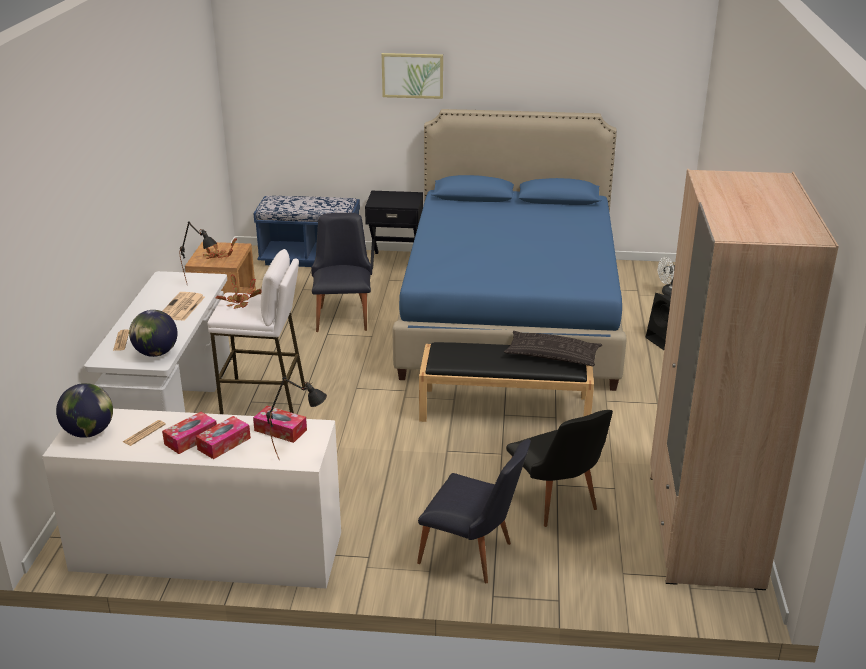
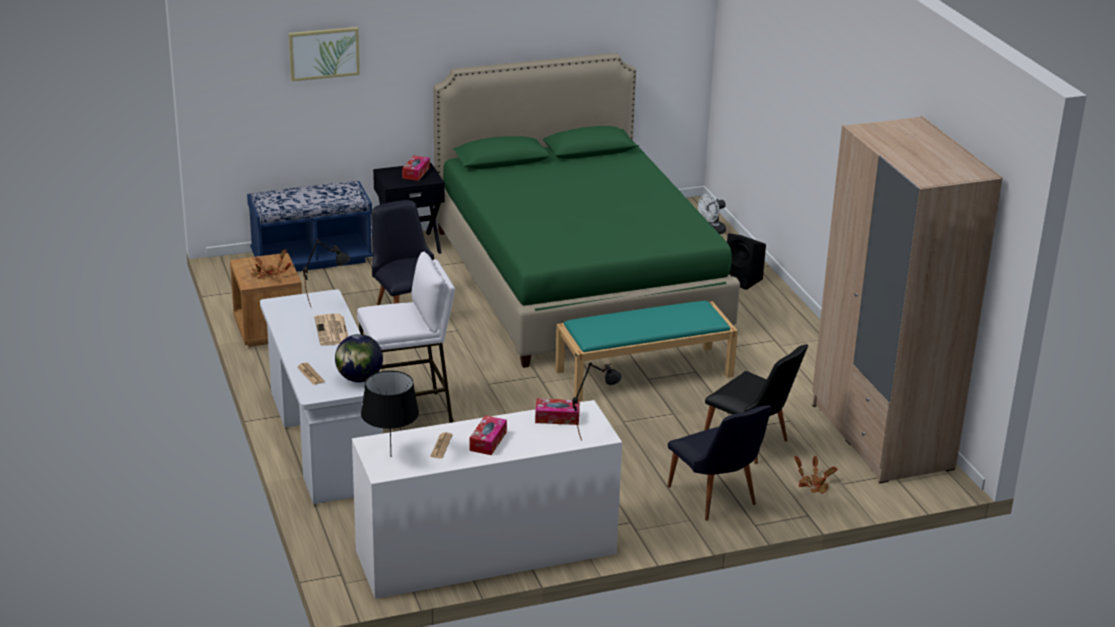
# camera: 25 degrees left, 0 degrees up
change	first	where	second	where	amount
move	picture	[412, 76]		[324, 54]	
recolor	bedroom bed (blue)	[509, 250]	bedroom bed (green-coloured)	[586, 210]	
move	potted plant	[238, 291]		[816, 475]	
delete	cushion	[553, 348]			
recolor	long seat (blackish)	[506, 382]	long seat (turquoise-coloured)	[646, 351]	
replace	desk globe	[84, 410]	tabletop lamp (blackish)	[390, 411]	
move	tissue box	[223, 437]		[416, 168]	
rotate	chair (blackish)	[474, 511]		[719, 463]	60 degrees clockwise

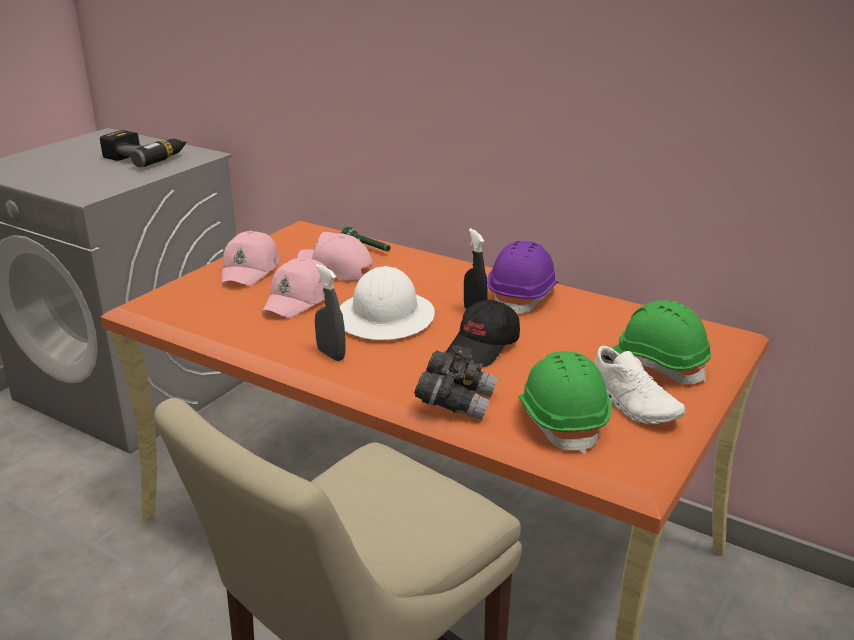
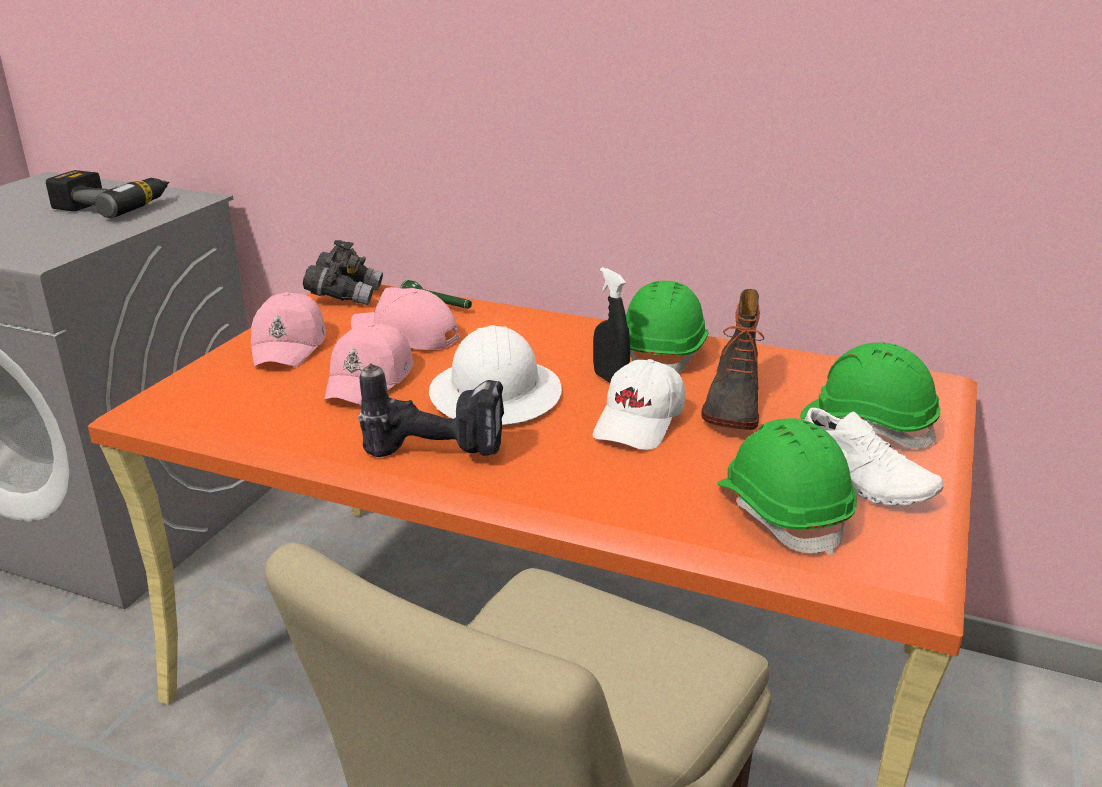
# camera: 10 degrees left, 0 degrees up
change	first	where	second	where	amount
recolor	work helmet (purplish)	[523, 277]	work helmet (green-coloured)	[667, 327]	
replace	spray bottle (gray)	[330, 312]	power drill	[431, 410]	
recolor	cap (blackish)	[483, 333]	cap (white)	[639, 404]	
move	binoculars (gray)	[456, 383]		[342, 272]	
insert			tall boot	[732, 359]	

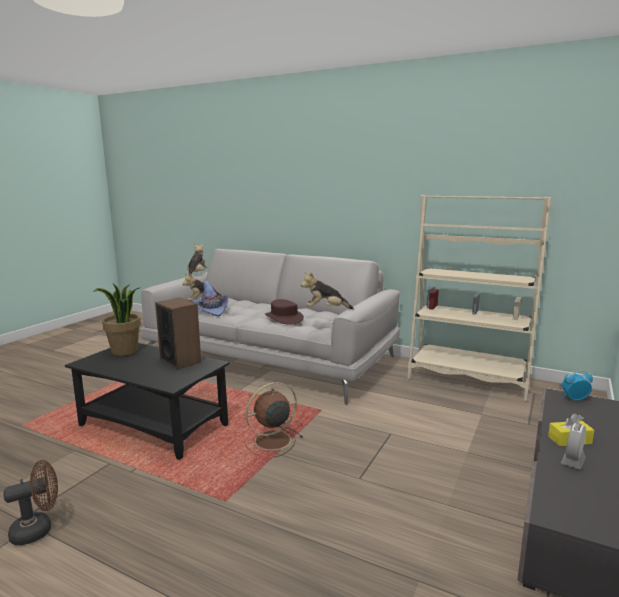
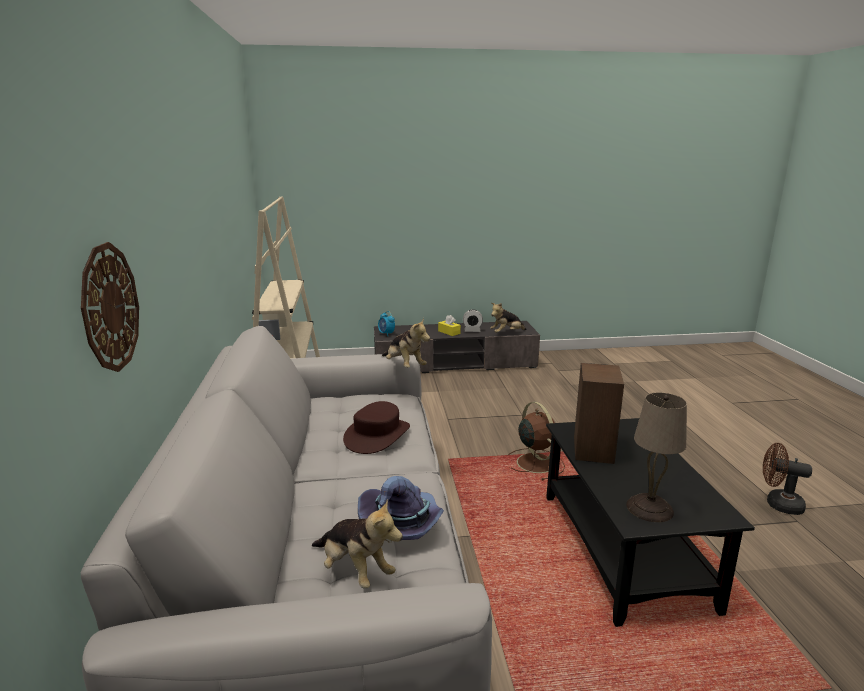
# camera: 125 degrees left, 5 degrees up
change	first	where	second	where	amount
move	soft toy	[197, 259]		[508, 318]	
replace	potted plant	[117, 320]	tabletop lamp (beige)	[656, 457]	
rotate	fan (brown-coloured)	[274, 419]		[536, 441]	135 degrees counterclockwise
insert			clock on the wall	[110, 307]	

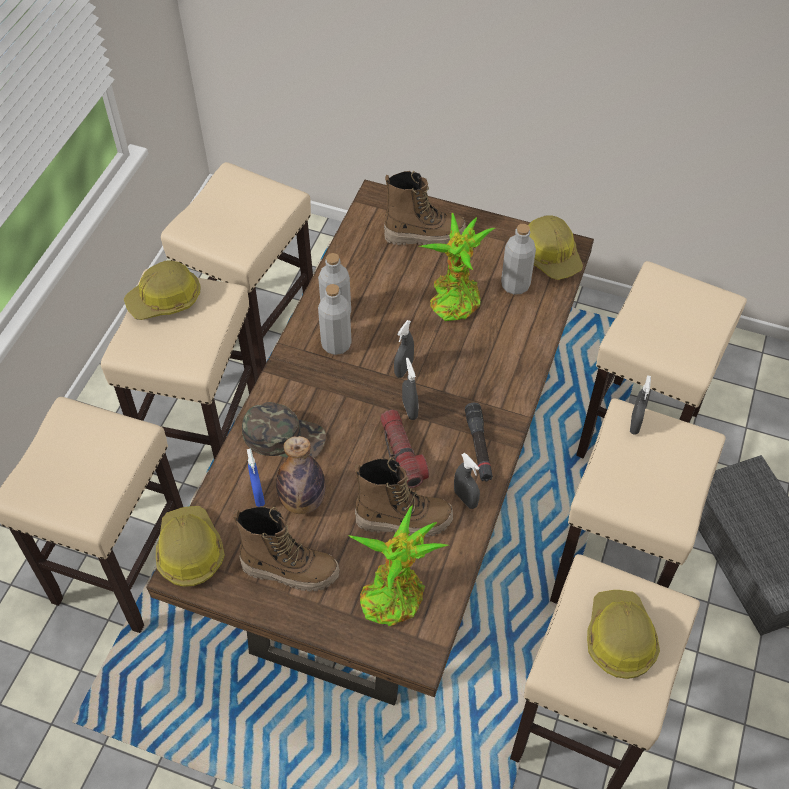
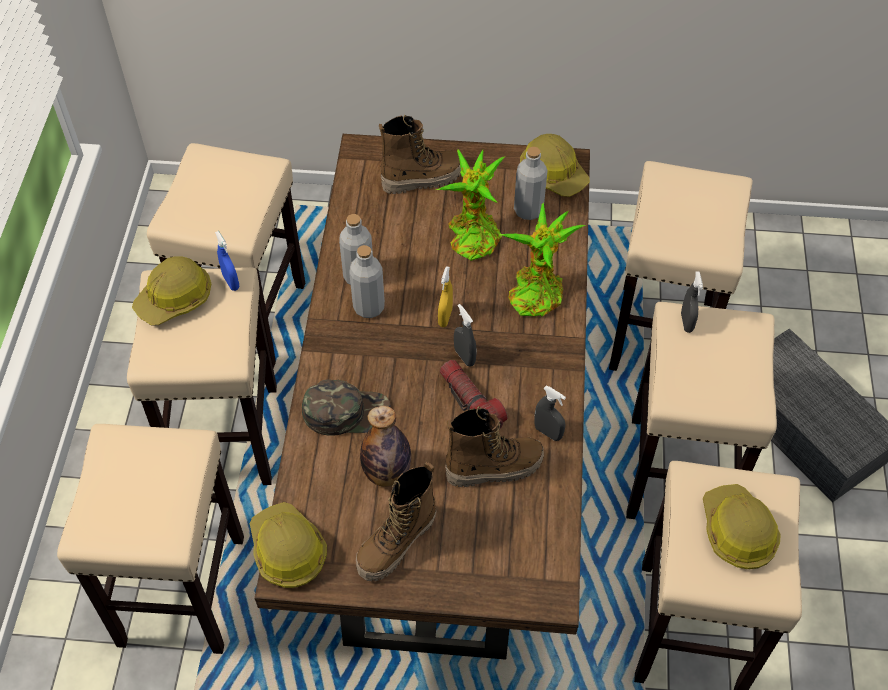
# camera: 15 degrees left, 0 degrees up
change	first	where	second	where	amount
recolor	spray bottle (gray)	[404, 349]	spray bottle (yellowish)	[445, 296]	
delete	hand torch (blackish)	[479, 442]			
move	spray bottle (blue)	[256, 477]		[227, 261]	
move	potted plant	[398, 565]		[542, 260]	
rotate	tall boot	[286, 548]		[396, 521]	135 degrees clockwise

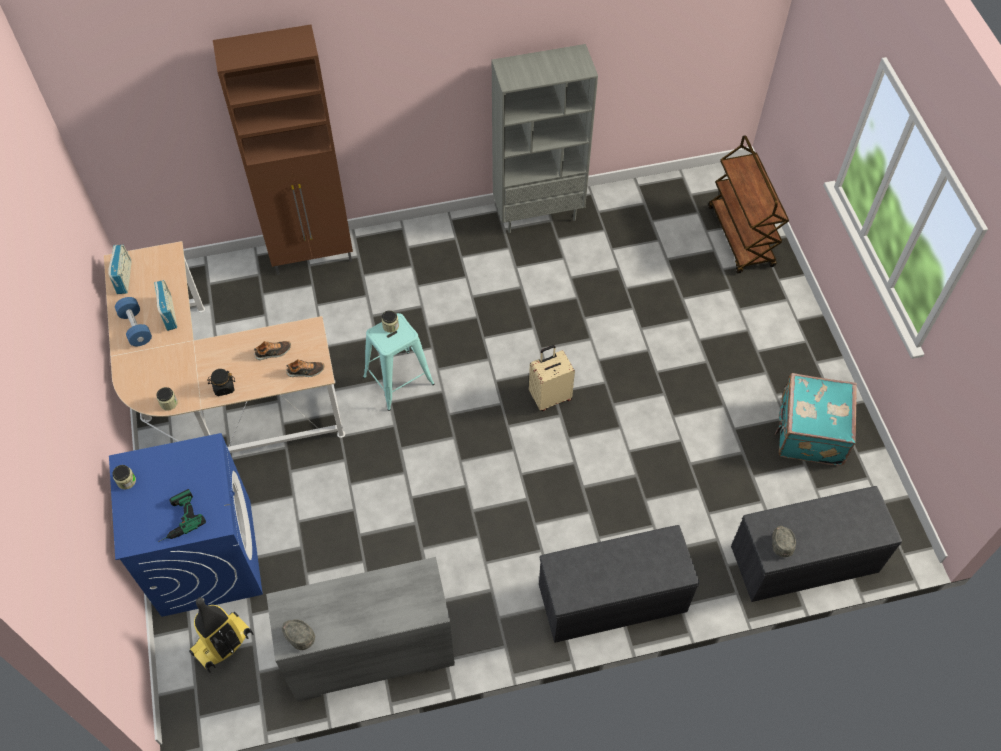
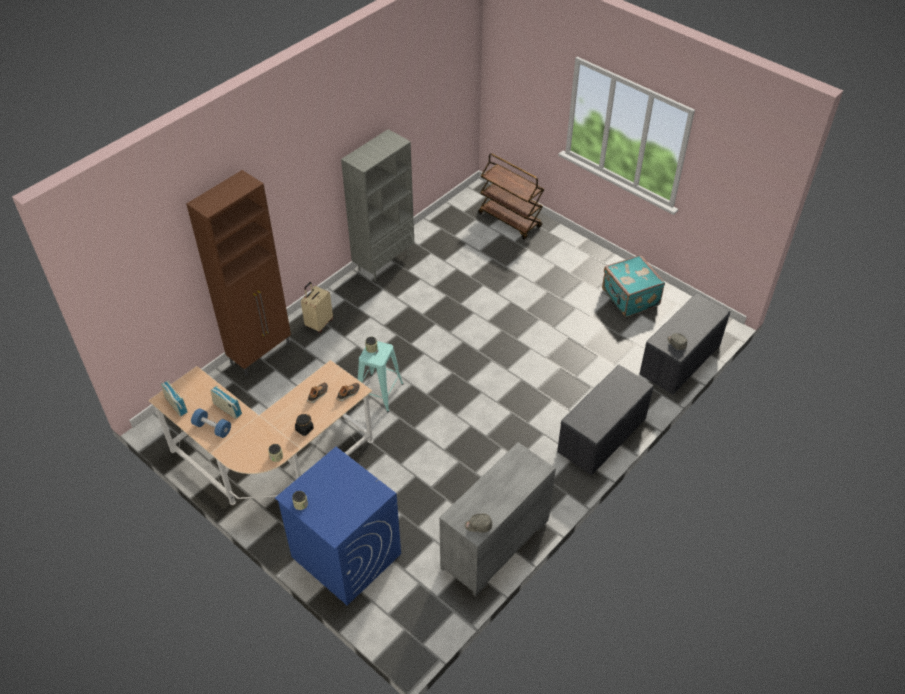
# camera: 35 degrees left, 10 degrees down
change	first	where	second	where	amount
move	suitcase (beige)	[552, 378]		[317, 307]	
delete	power drill	[182, 515]			
delete	vacuum	[221, 634]			

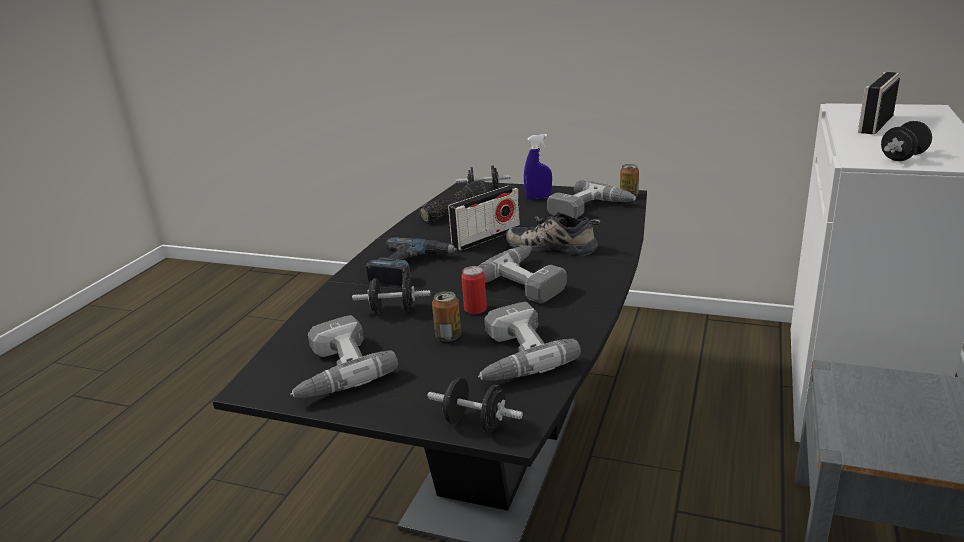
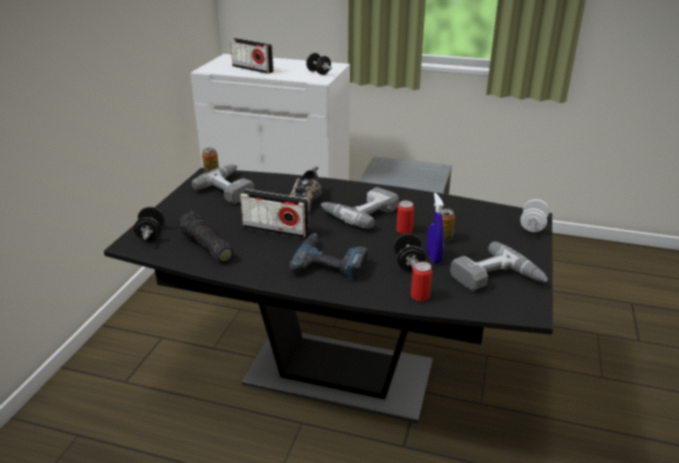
# camera: 95 degrees left, 5 degrees up
change	first	where	second	where	amount
move	spray bottle (blue)	[538, 167]		[435, 228]	
rotate	radio set	[484, 218]		[274, 213]	150 degrees clockwise
delete	power drill	[529, 341]			
recolor	hand weight (blackish)	[475, 405]	hand weight (white)	[534, 215]	
insert			can	[421, 281]	

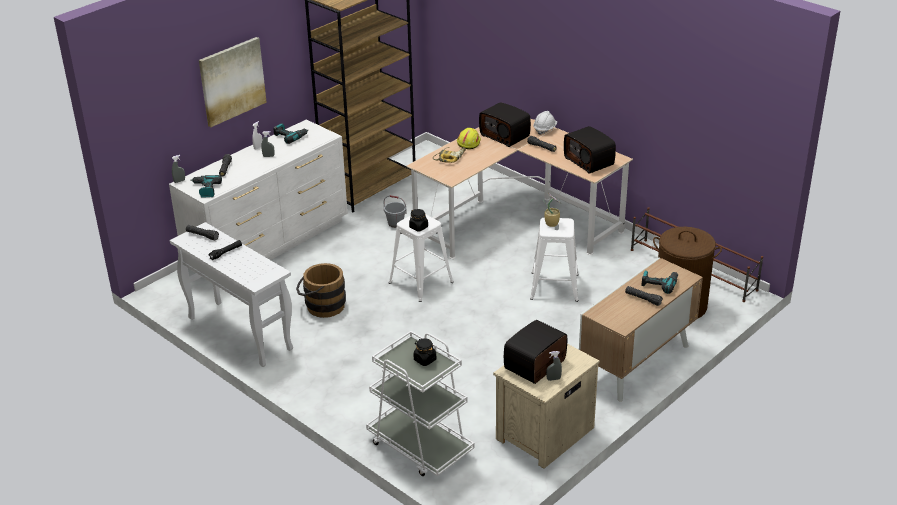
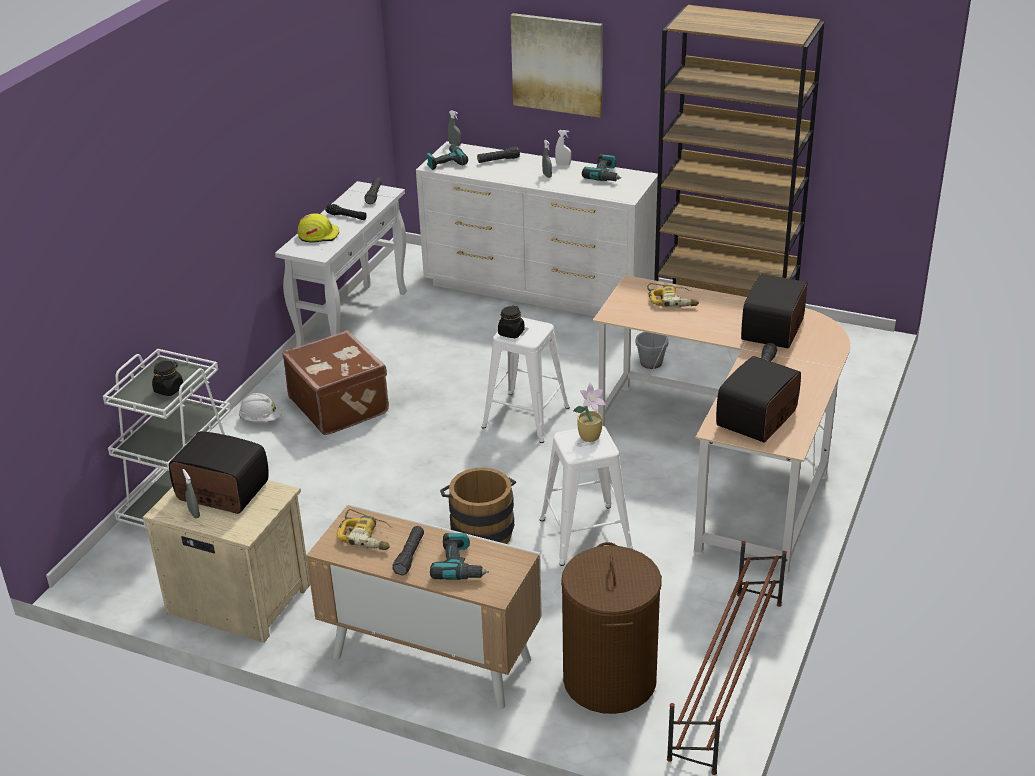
# camera: 70 degrees right, 0 degrees up
change	first	where	second	where	amount
move	work helmet (white)	[545, 123]		[260, 407]	
move	work helmet (yellowish)	[469, 138]		[318, 228]	
move	pail (brown-coloured)	[321, 290]		[478, 505]	
insert			suitcase (brown-coloured)	[335, 382]	
insert			power drill	[364, 529]	

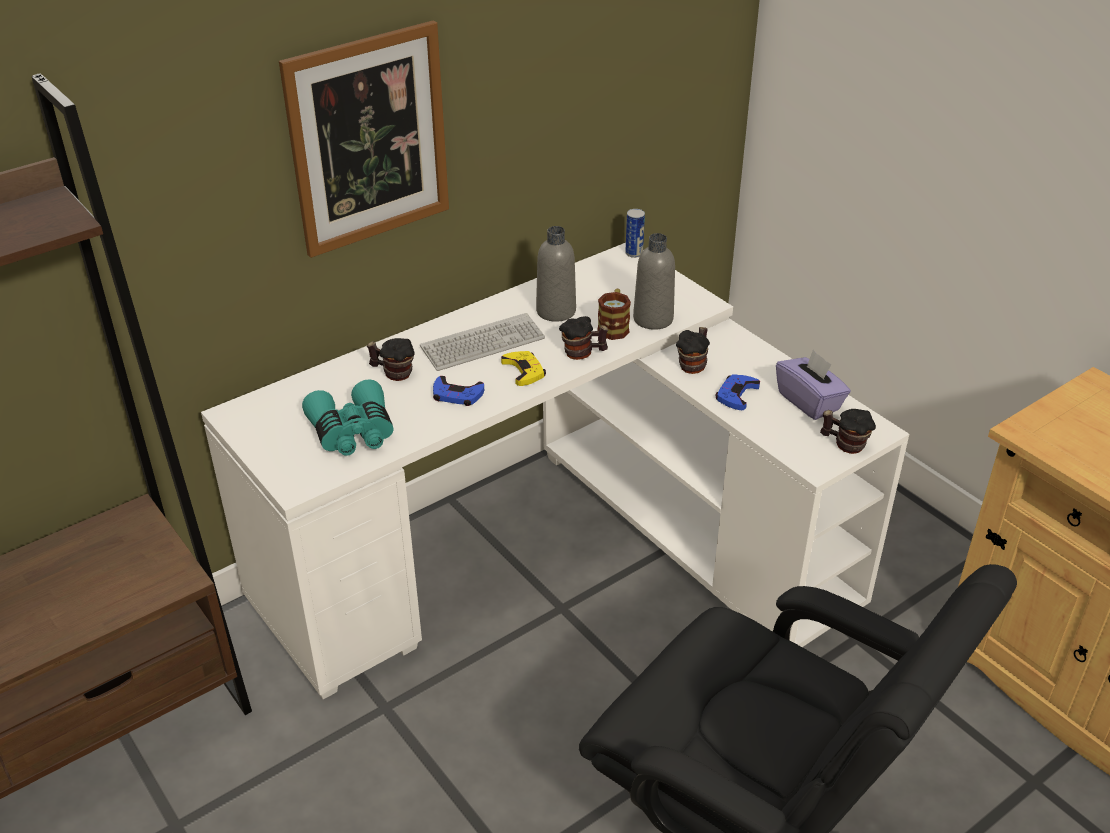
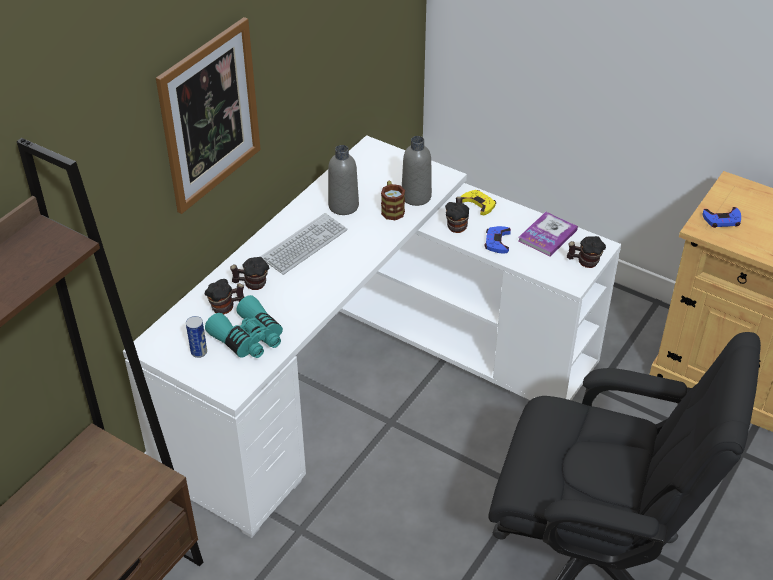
# camera: 20 degrees left, 5 degrees up
change	first	where	second	where	amount
move	can	[635, 233]		[196, 337]	
move	tea mug	[583, 338]		[224, 296]	
replace	tissue box (purplish)	[813, 385]	book	[548, 234]	
move	joypad (yellowish)	[523, 368]		[478, 202]	
move	joypad (blue)	[458, 391]		[722, 217]	

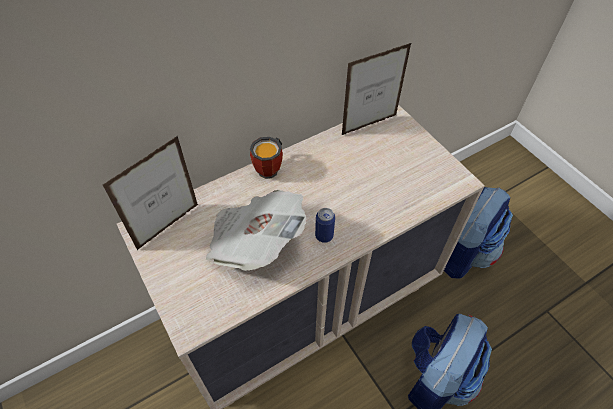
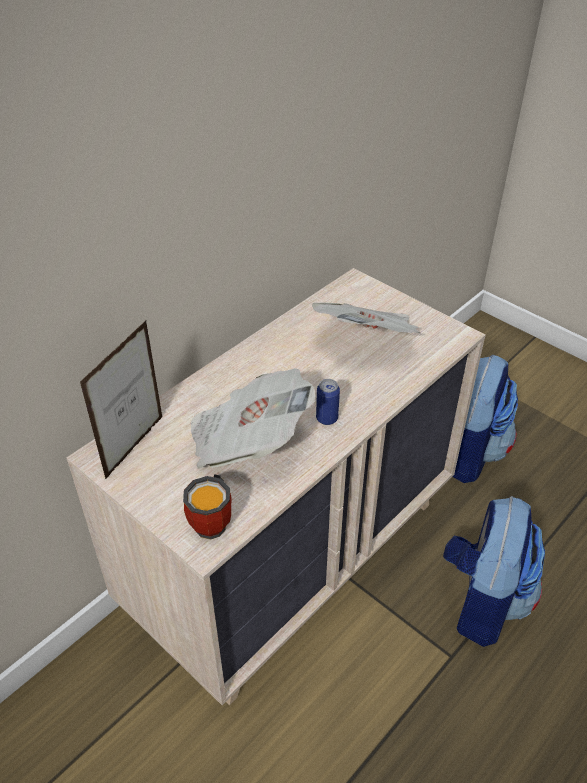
# camera: 15 degrees left, 10 degrees down
change	first	where	second	where	amount
delete	picture frame	[376, 89]			
move	tea mug	[266, 158]		[207, 507]	
insert			daily paper	[366, 317]	

